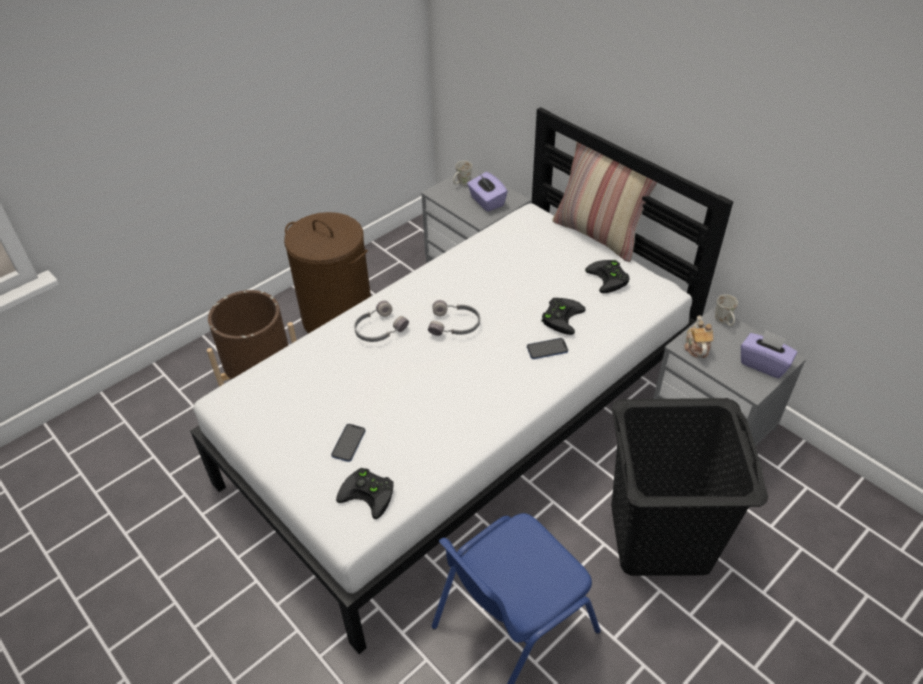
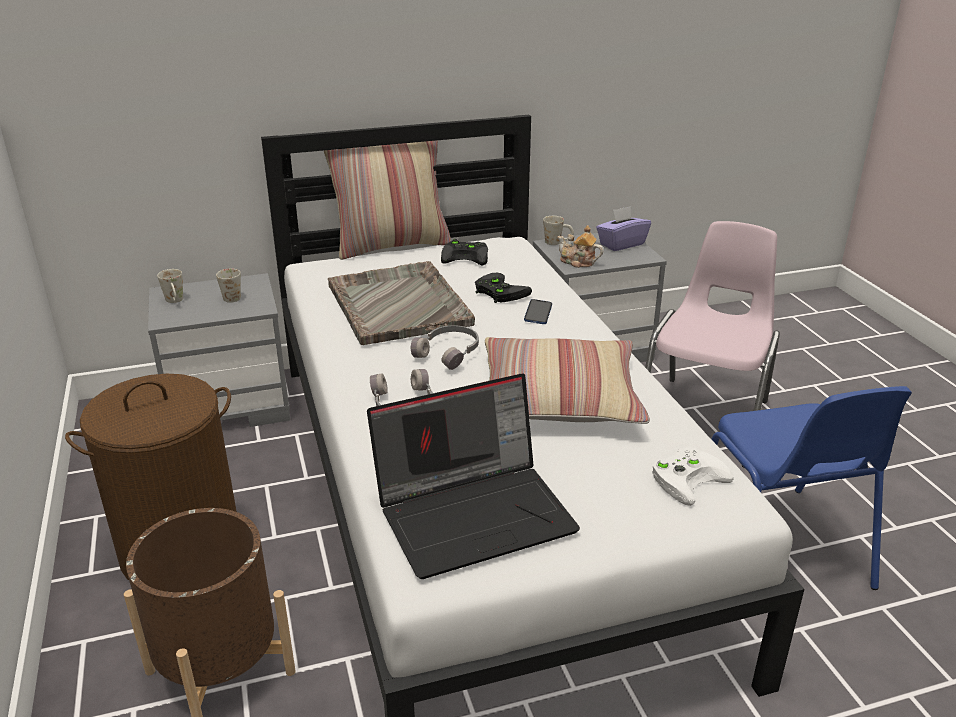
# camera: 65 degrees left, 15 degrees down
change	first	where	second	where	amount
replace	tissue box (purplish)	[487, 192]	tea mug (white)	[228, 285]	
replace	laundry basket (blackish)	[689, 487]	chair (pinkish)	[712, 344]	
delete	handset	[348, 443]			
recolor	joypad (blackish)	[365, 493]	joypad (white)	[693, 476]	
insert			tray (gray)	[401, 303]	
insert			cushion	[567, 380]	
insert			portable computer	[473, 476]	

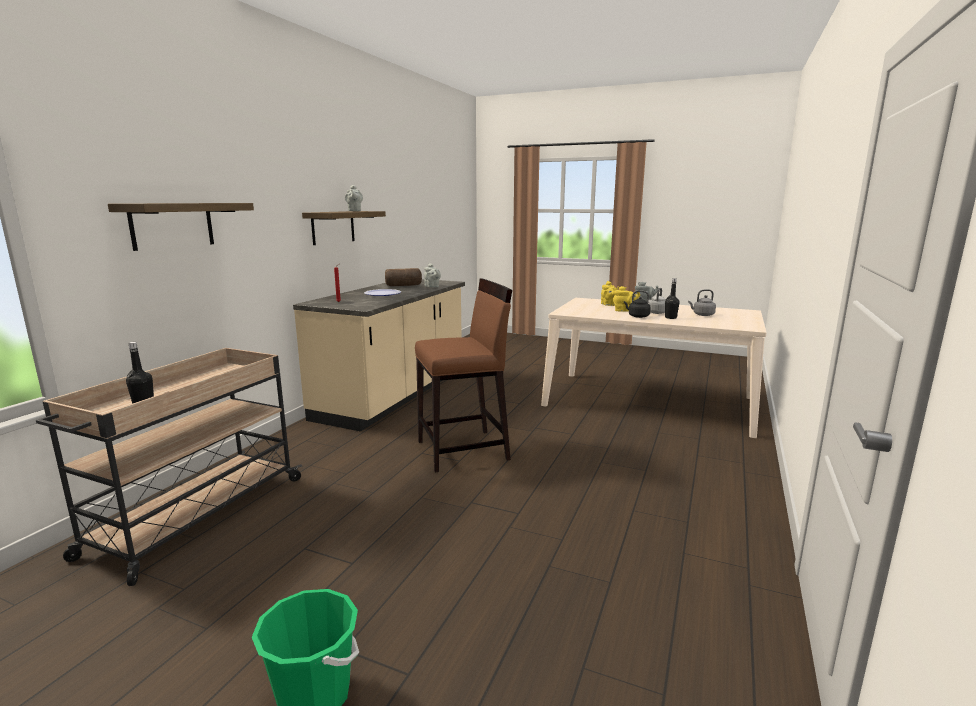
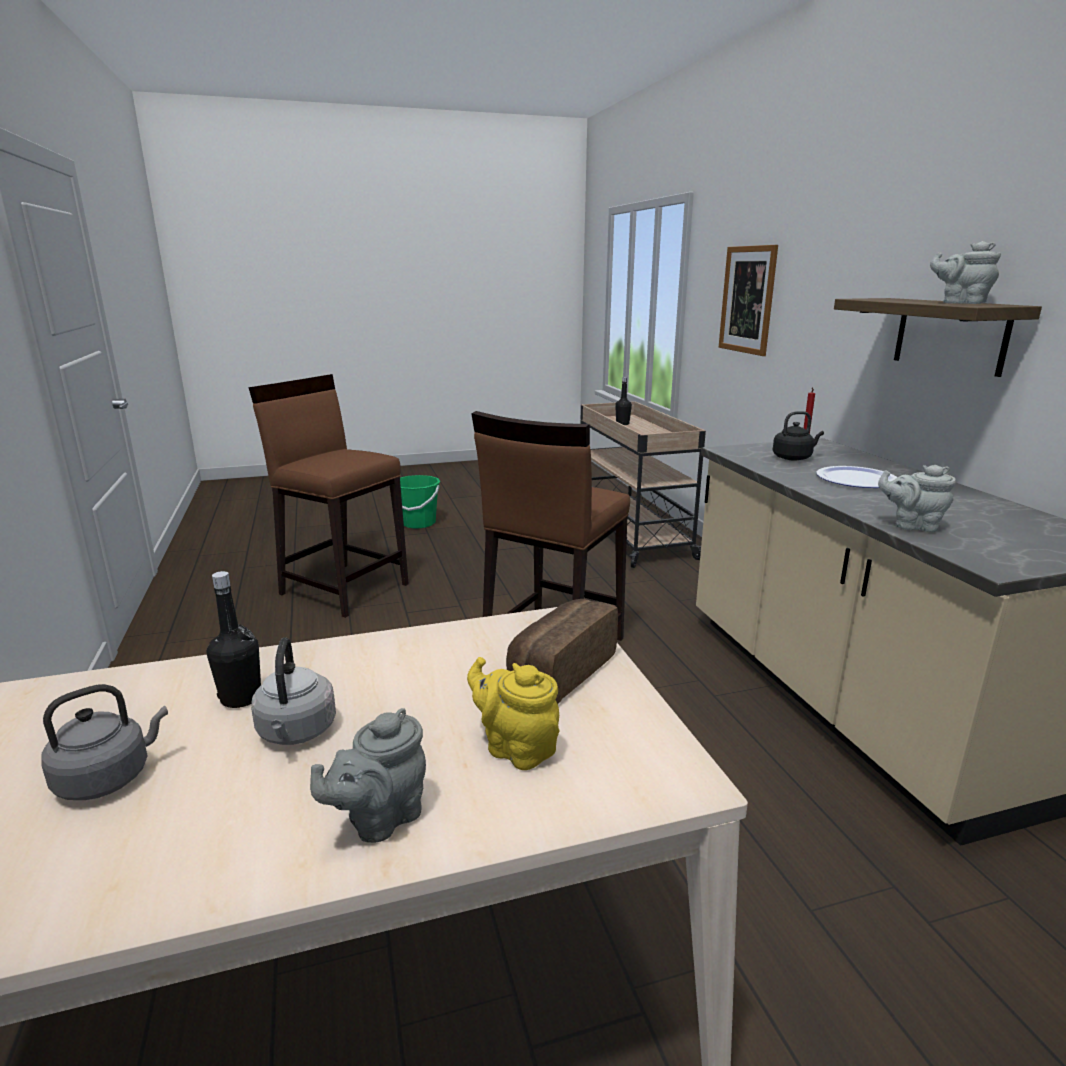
# camera: 140 degrees right, 5 degrees up
change	first	where	second	where	amount
replace	shelf	[181, 227]	picture	[748, 300]	
move	baked bread	[403, 277]		[562, 651]	
delete	teapot (yellowish)	[626, 299]			
move	water kettle (blackish)	[637, 304]		[798, 436]	
insert			stool (brown-coloured)	[329, 496]	

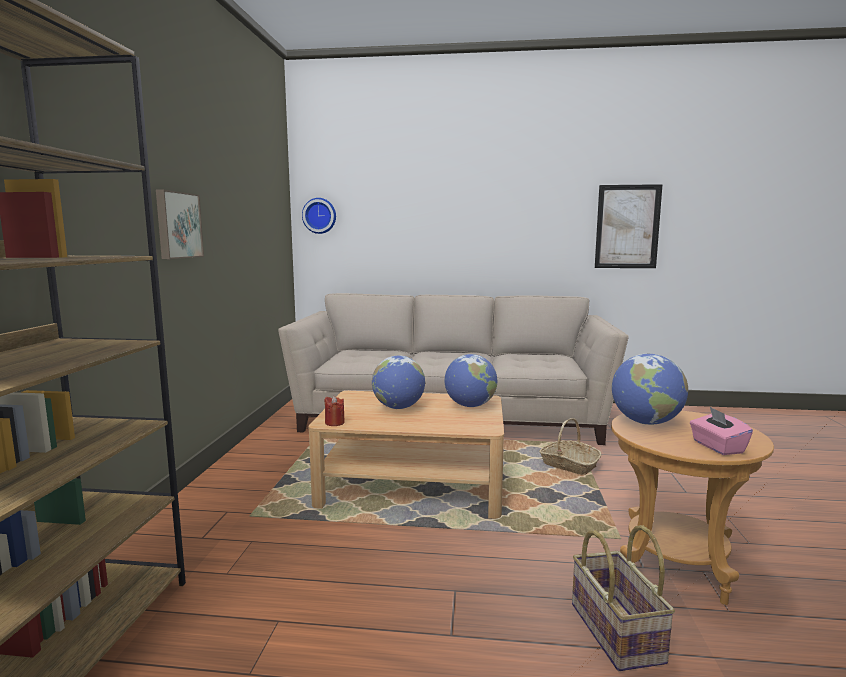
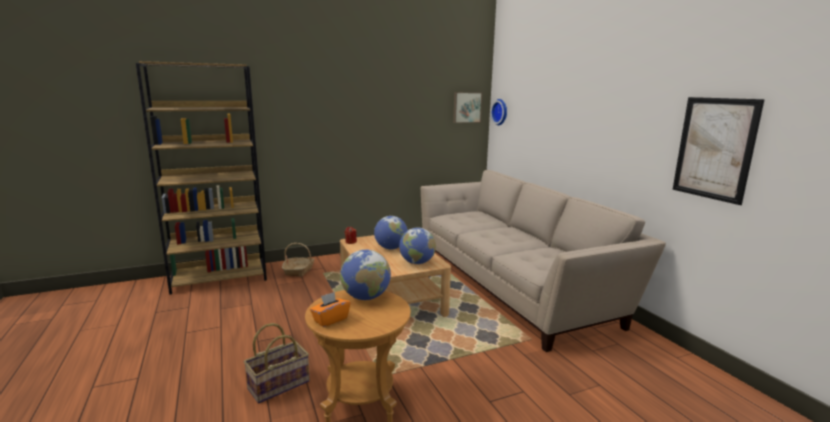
# camera: 60 degrees right, 5 degrees up
change	first	where	second	where	amount
move	picture	[180, 224]		[467, 107]	
recolor	tissue box (pinkish)	[721, 431]	tissue box (orange)	[330, 309]	
move	household basket	[570, 446]		[298, 260]	

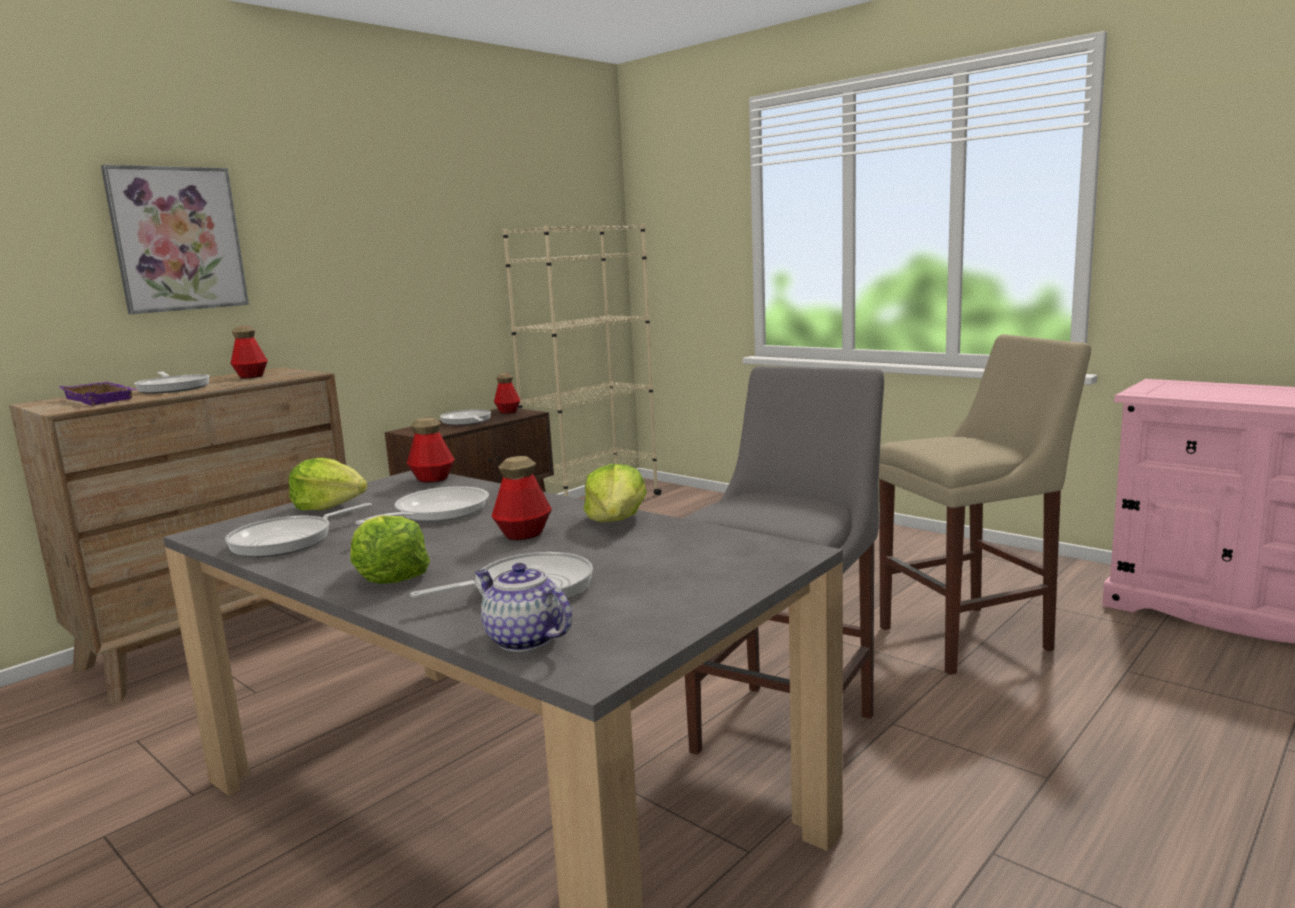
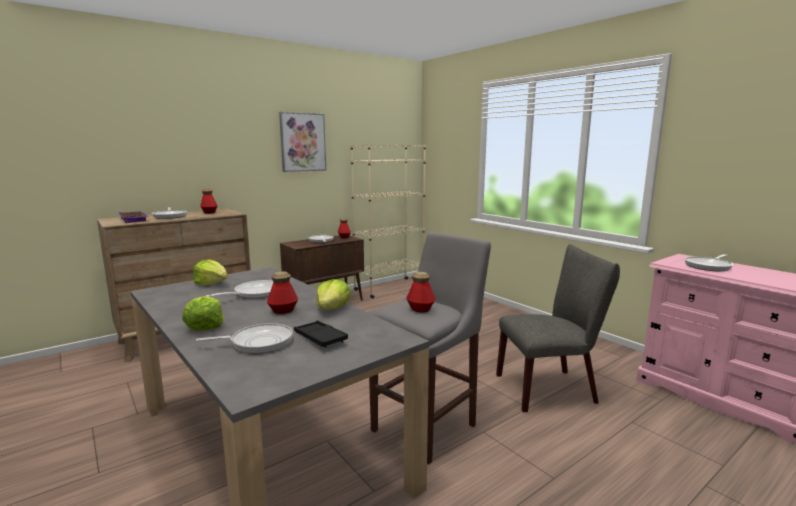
# camera: 10 degrees right, 0 degrees up
change	first	where	second	where	amount
move	picture	[175, 239]		[302, 142]	
replace	stool (beige)	[985, 504]	chair (gray)	[558, 328]	
move	drink bottle	[431, 450]		[421, 291]	
move	skillet	[298, 530]		[709, 262]	
delete	teapot	[523, 607]			
insert			tray (blackish)	[321, 334]	

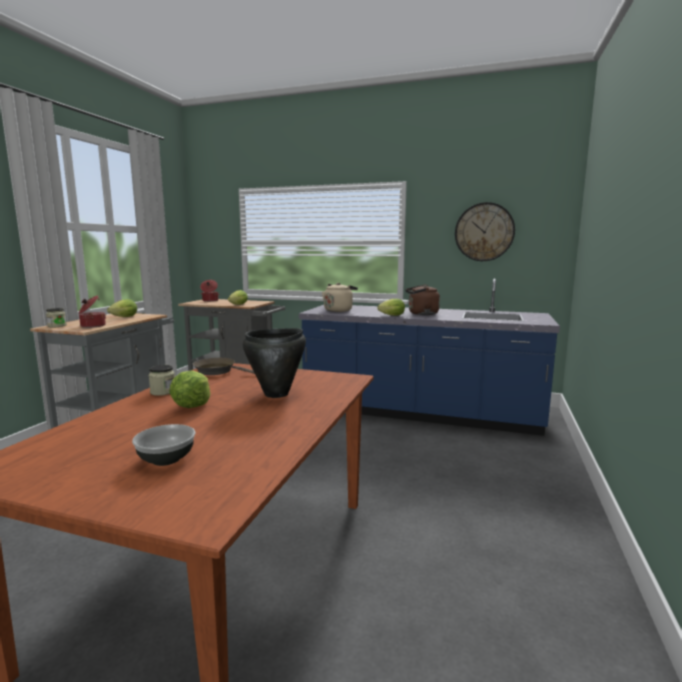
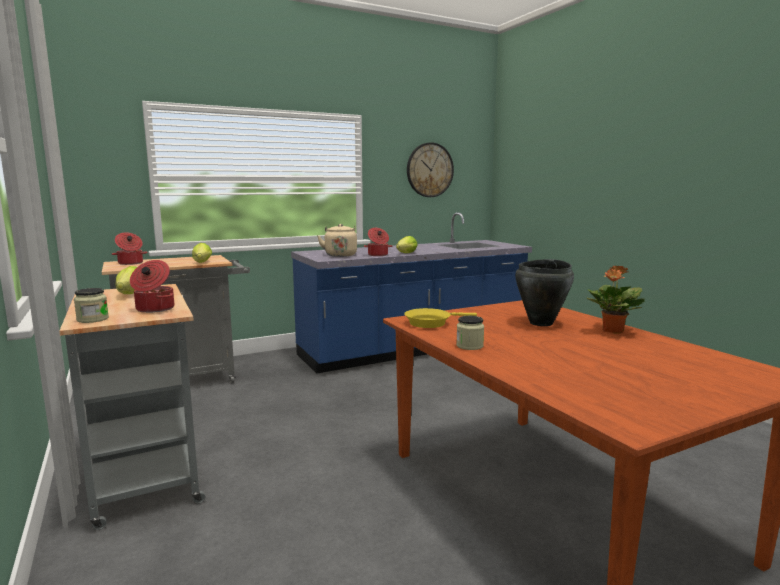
# camera: 45 degrees left, 0 degrees up
change	first	where	second	where	amount
delete	water kettle (brown-coloured)	[422, 299]			
recolor	skillet (brown-coloured)	[224, 366]	skillet (yellowish)	[440, 318]	
delete	head of lettuce	[189, 389]			
delete	bowl	[163, 445]			
insert			saucepot	[378, 242]	
insert			potted plant	[616, 299]	

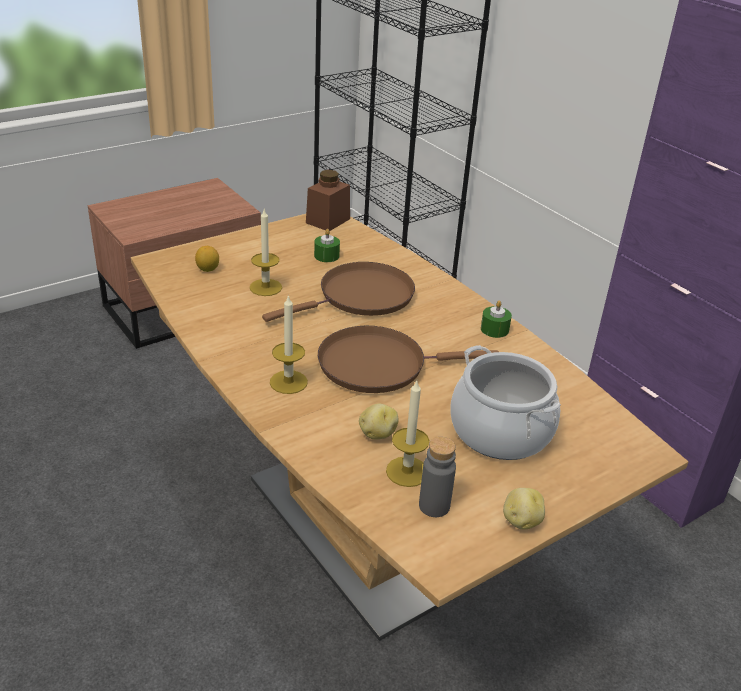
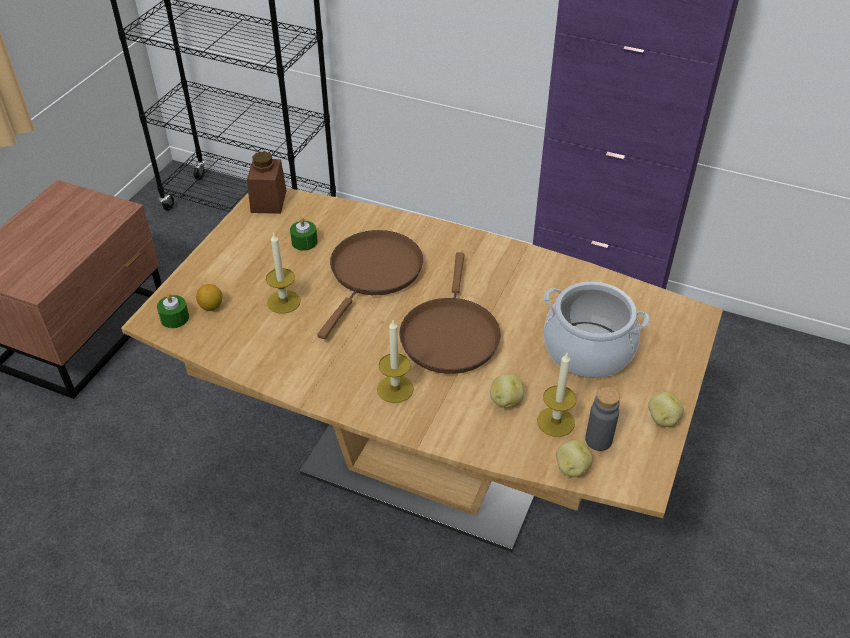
# camera: 30 degrees left, 10 degrees up
change	first	where	second	where	amount
move	candle (green-coloured)	[496, 319]		[173, 310]	
rotate	skillet (brown-coloured)	[408, 359]		[450, 313]	45 degrees counterclockwise
insert			potato	[574, 458]	

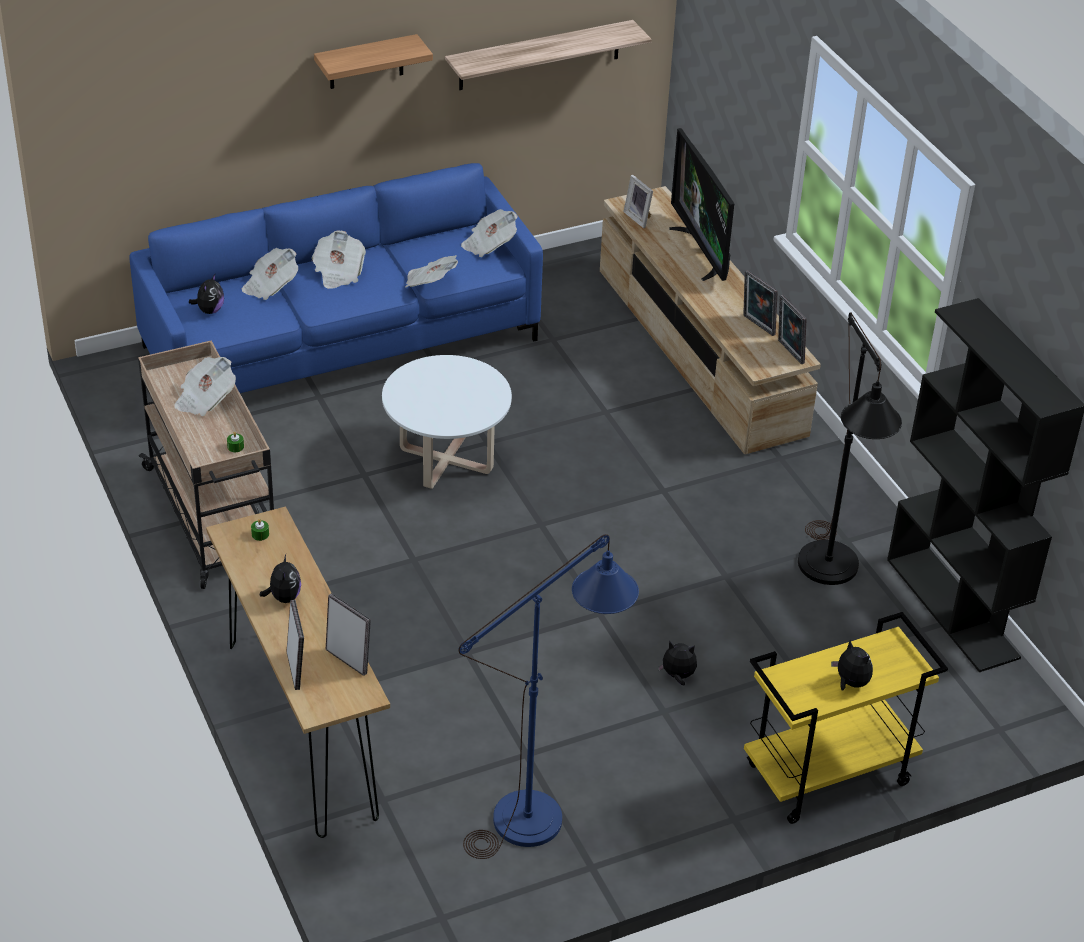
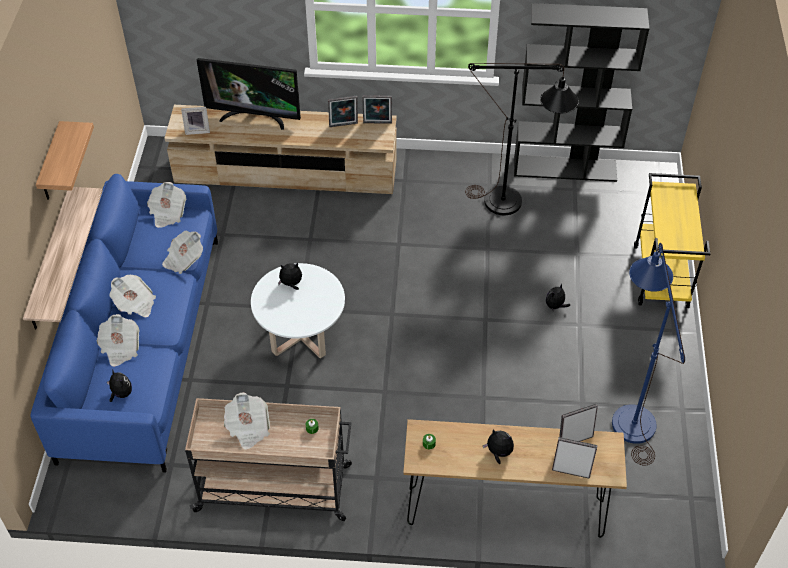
# camera: 60 degrees left, 10 degrees up
change	first	where	second	where	amount
move	shelf	[548, 55]		[63, 258]	
move	soft toy	[852, 665]		[290, 276]	

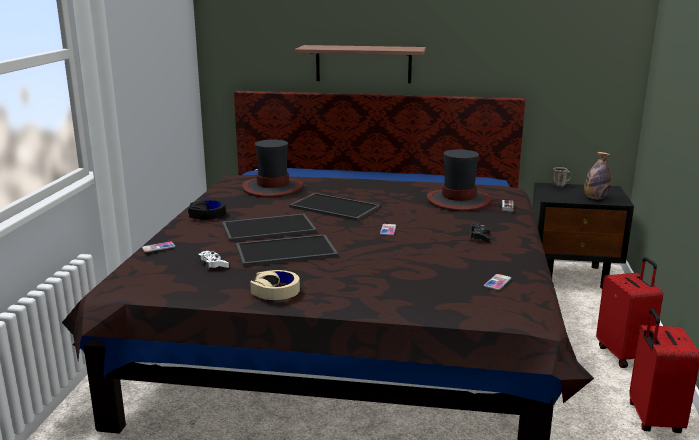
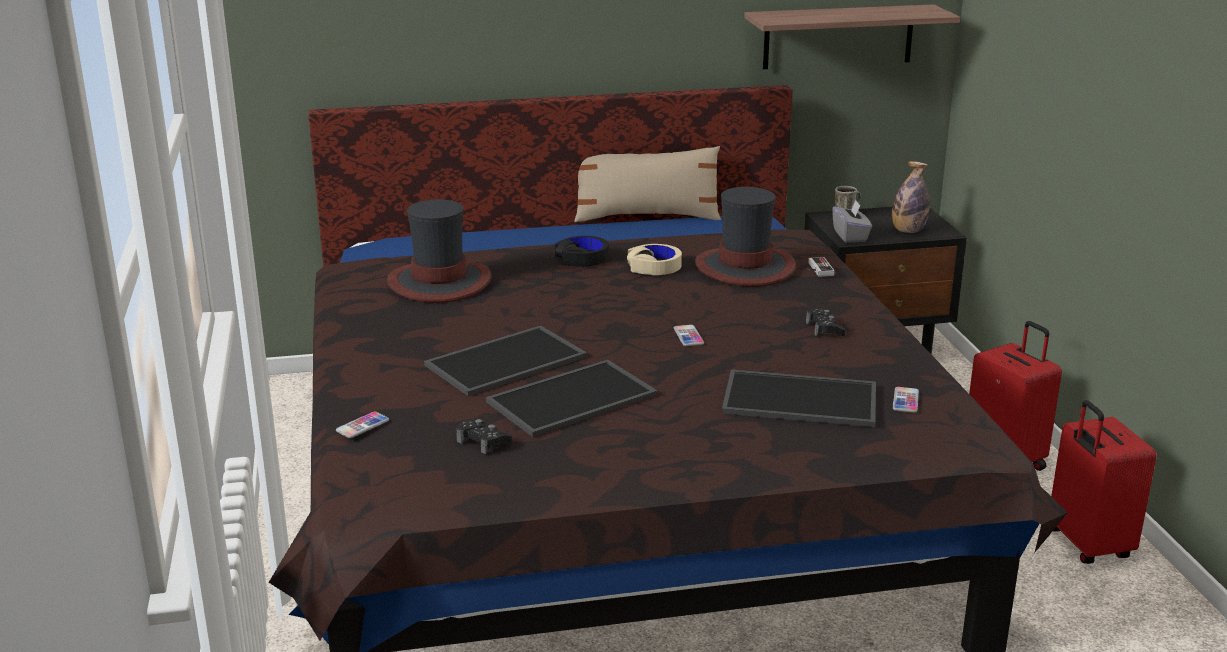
# camera: 20 degrees left, 5 degrees up
change	first	where	second	where	amount
move	shelf	[360, 64]		[852, 36]	
move	tray	[335, 207]		[799, 398]	
move	headphones (blackish)	[207, 210]		[582, 251]	
recolor	joypad (white)	[213, 261]	joypad (blackish)	[484, 436]	
move	headphones (beige)	[275, 285]		[654, 259]	
insert			cushion (beige)	[647, 184]	
insert			tissue box (gray)	[852, 221]	

